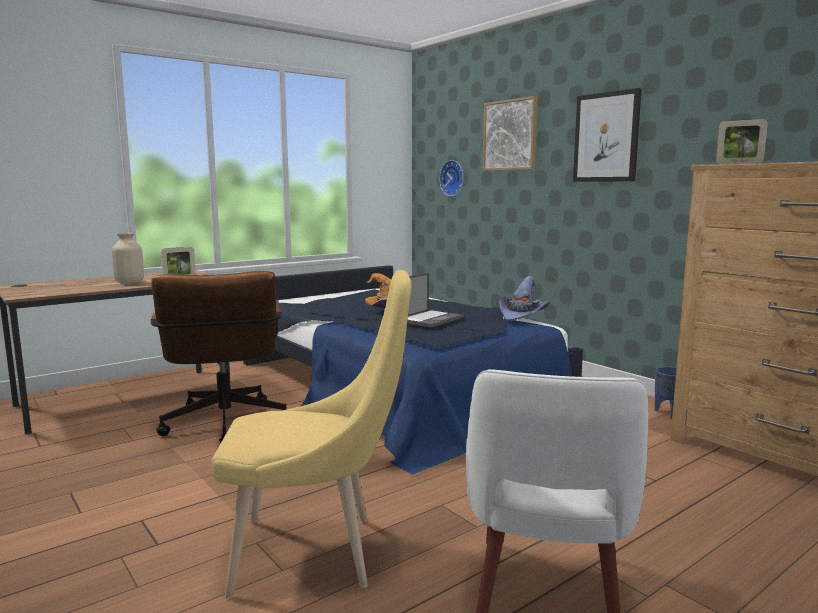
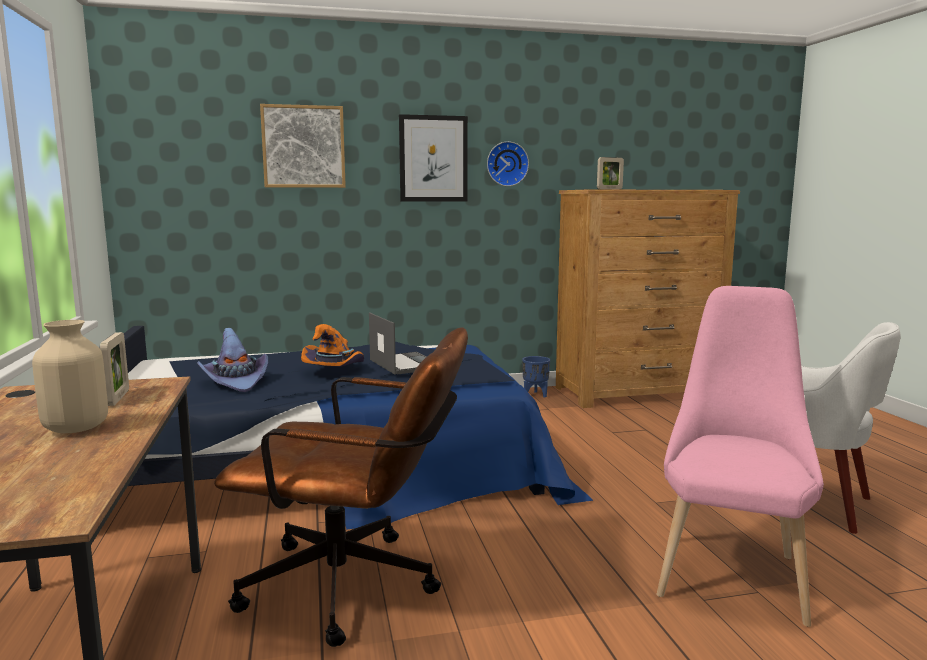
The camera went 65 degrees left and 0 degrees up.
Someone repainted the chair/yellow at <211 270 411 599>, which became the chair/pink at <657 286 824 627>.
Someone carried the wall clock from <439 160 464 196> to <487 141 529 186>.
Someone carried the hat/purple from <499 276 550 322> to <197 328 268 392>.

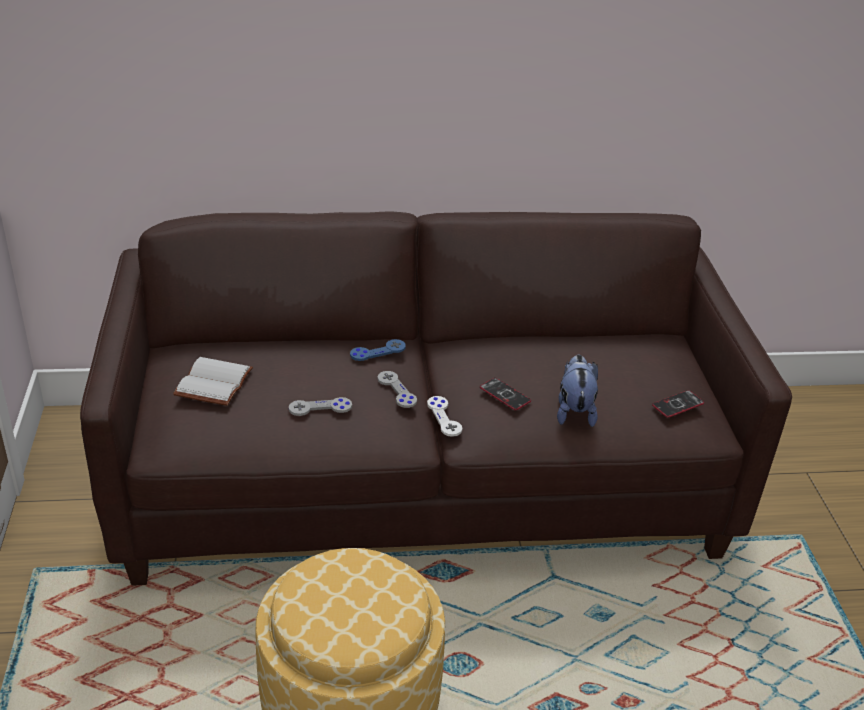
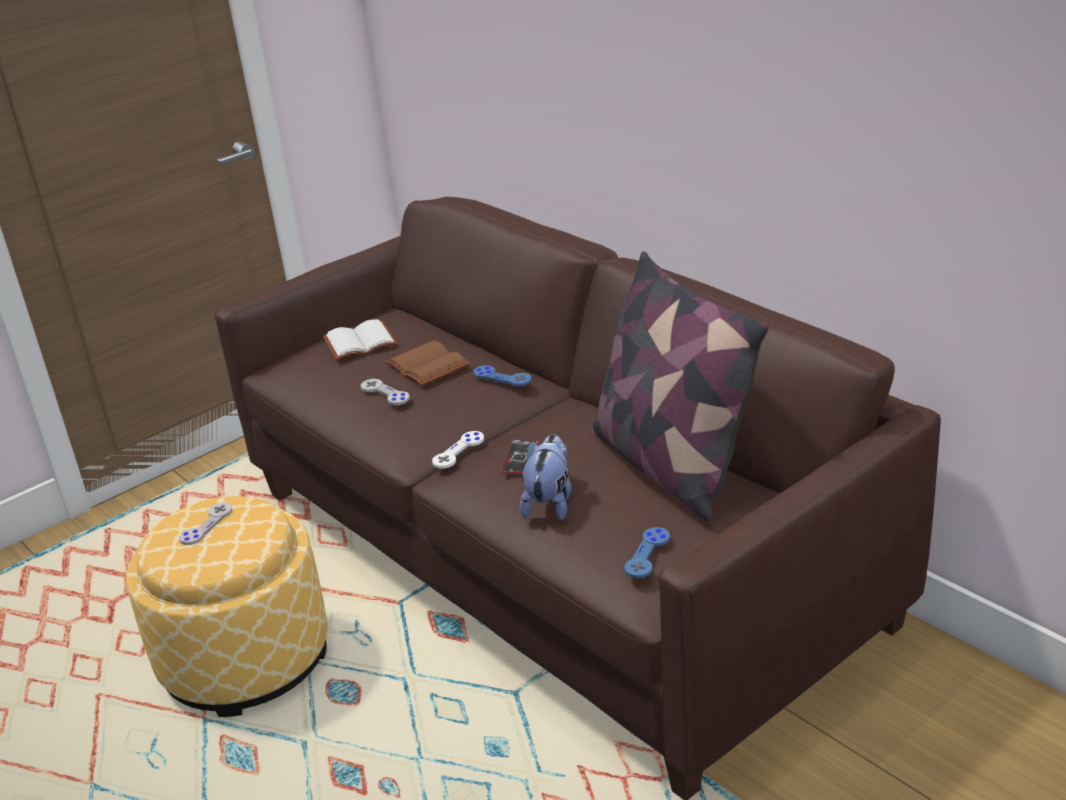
The camera went 60 degrees right and 5 degrees down.
Someone carried the game controller/grey from <377 371 417 408> to <179 502 232 545>.
Someone rotated the plush toy at <557 355 598 427> by 45 degrees counterclockwise.
Someone swapped the phone at <652 390 704 418> for the game controller/blue at <624 527 670 578>.
Someone put down the book/brown at <385 340 470 386>.
Someone put down the pillow at <592 251 769 521>.

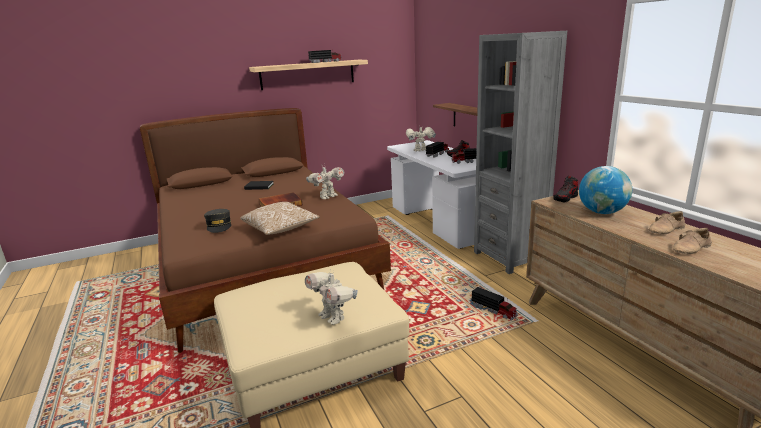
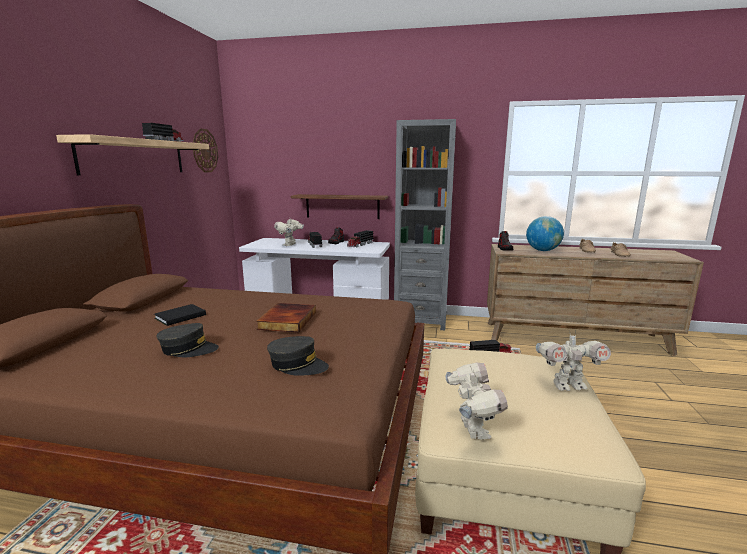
The camera went 55 degrees left and 5 degrees down.
Someone took away the pillow at <240 202 320 235>.
Someone carried the toy robot from <306 164 344 199> to <446 363 508 439>.
Someone put down the cap/grey at <157 323 219 357>.
Someone put up the wall clock at <193 128 218 172>.

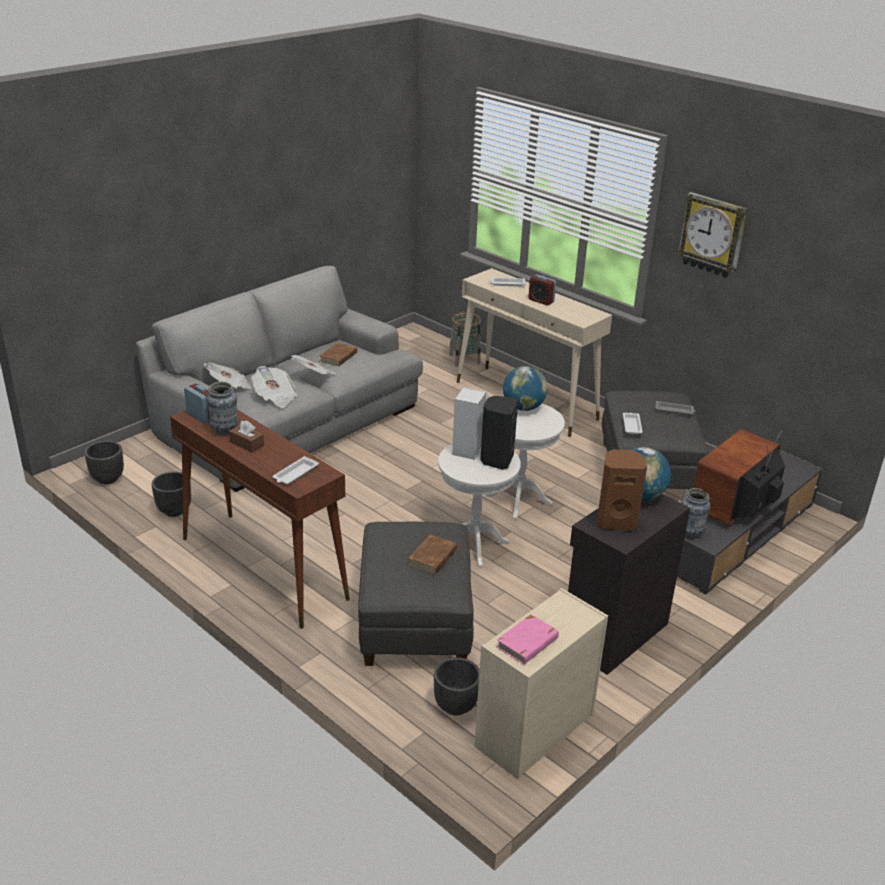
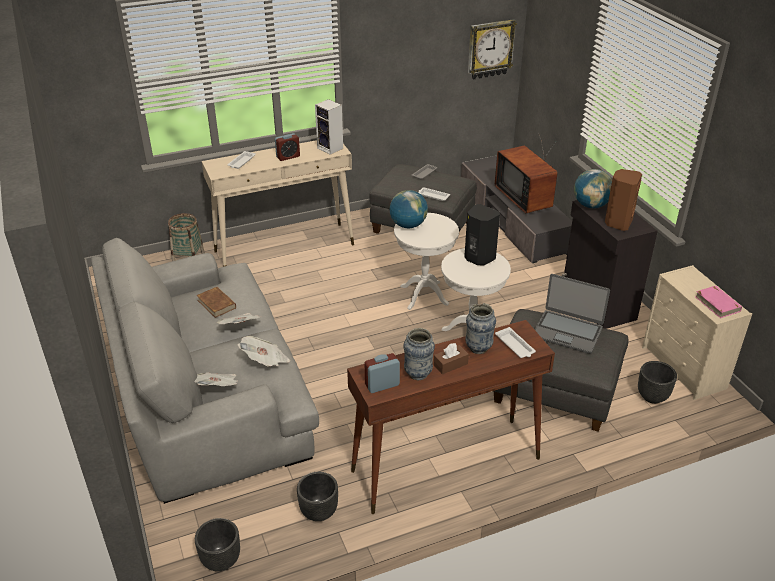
The camera went 65 degrees left and 5 degrees up.
Someone swapped the book/brown at <408 534 457 575> for the laptop at <535 274 610 354>.
Someone carried the speaker from <452 387 486 460> to <315 99 343 155>.
Someone carried the wall clock from <677 192 748 278> to <468 19 517 79>.
Someone carried the vase from <681 488 711 538> to <465 303 496 354>.

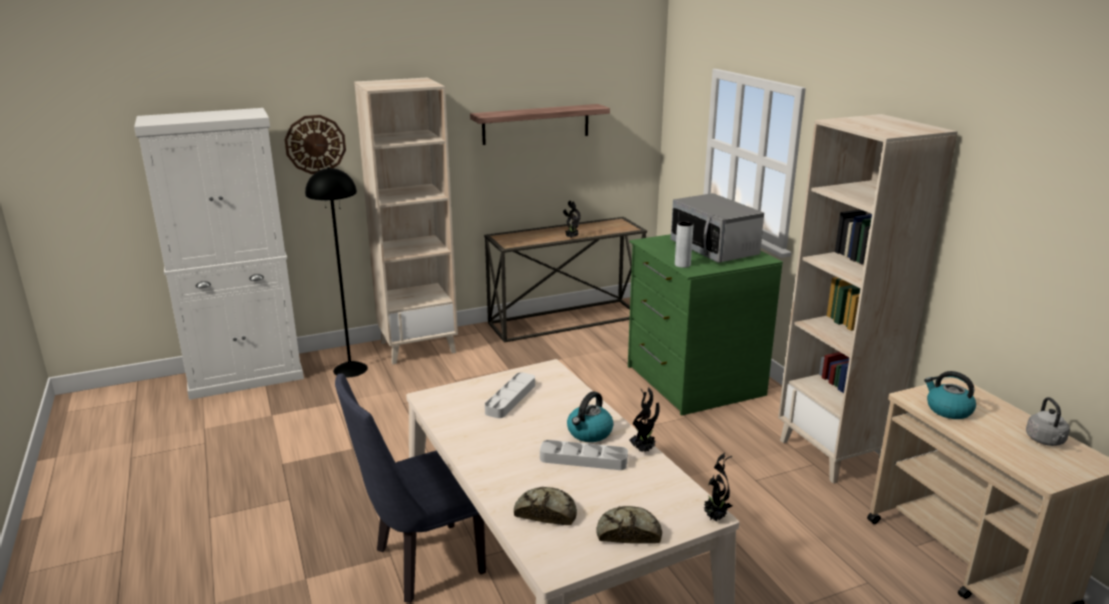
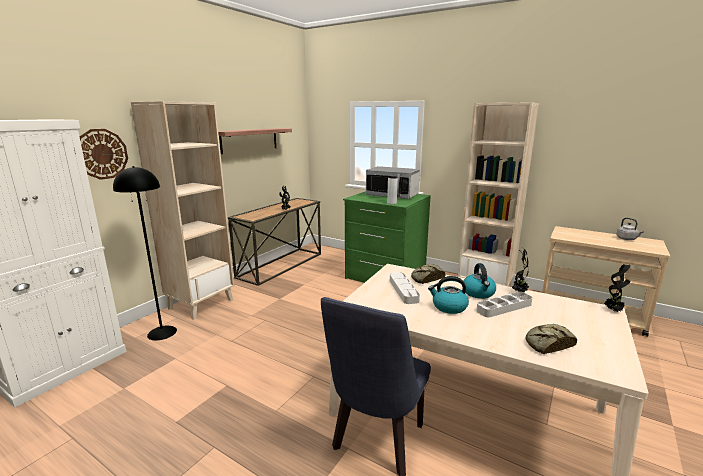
The camera went 35 degrees left and 5 degrees down.
Someone carried the bread from <596 506 662 544> to <411 264 445 284>.
Someone carried the kettle from <924 371 976 419> to <428 276 469 314>.

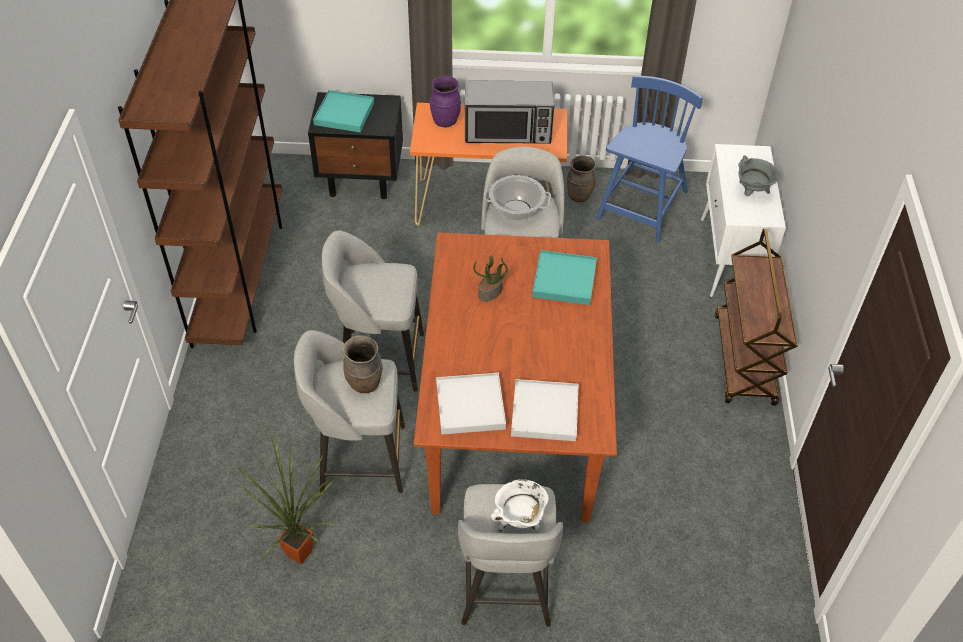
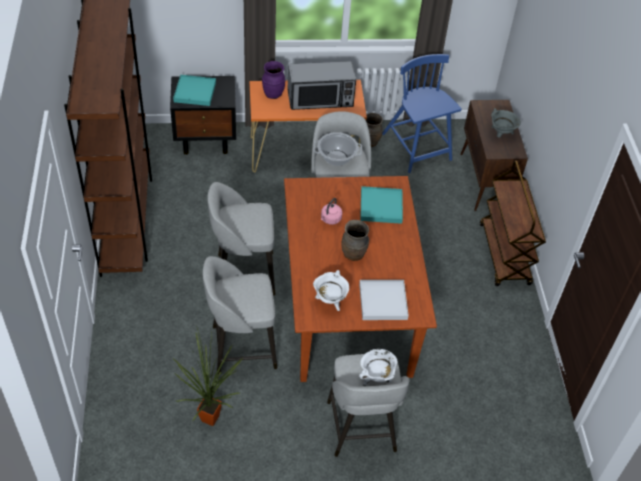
The camera went 10 degrees left and 0 degrees up.
Someone carried the vase/brown from <343 335 383 393> to <341 220 369 261>.
Someone swapped the tray/white at <436 373 506 435> for the cooking pot/white at <313 270 349 311>.
Someone swapped the potted plant at <473 255 508 302> for the kettle/pink at <321 198 342 225>.
Someone rotated the chair/blue at <596 75 703 242> by 45 degrees counterclockwise.
Someone repainted the cabinet/white at <701 144 786 297>, which became the cabinet/brown at <460 100 528 211>.

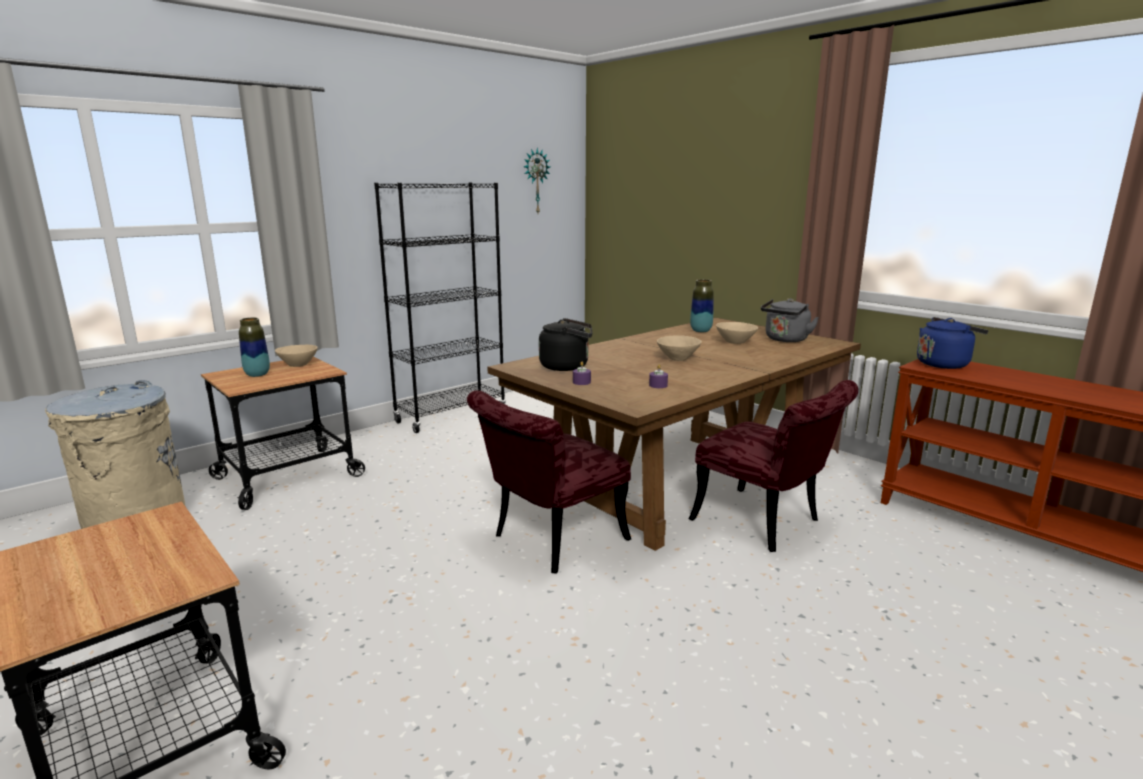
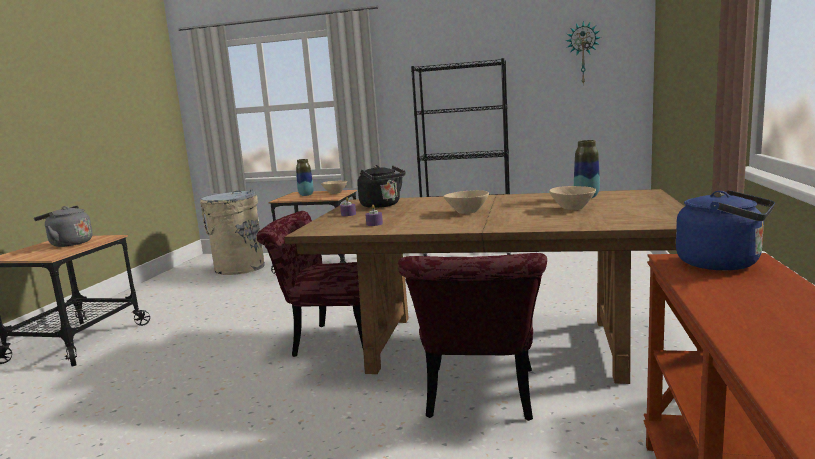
The camera went 55 degrees right and 5 degrees down.
Someone carried the kettle/grey from <761 298 819 342> to <34 206 93 247>.

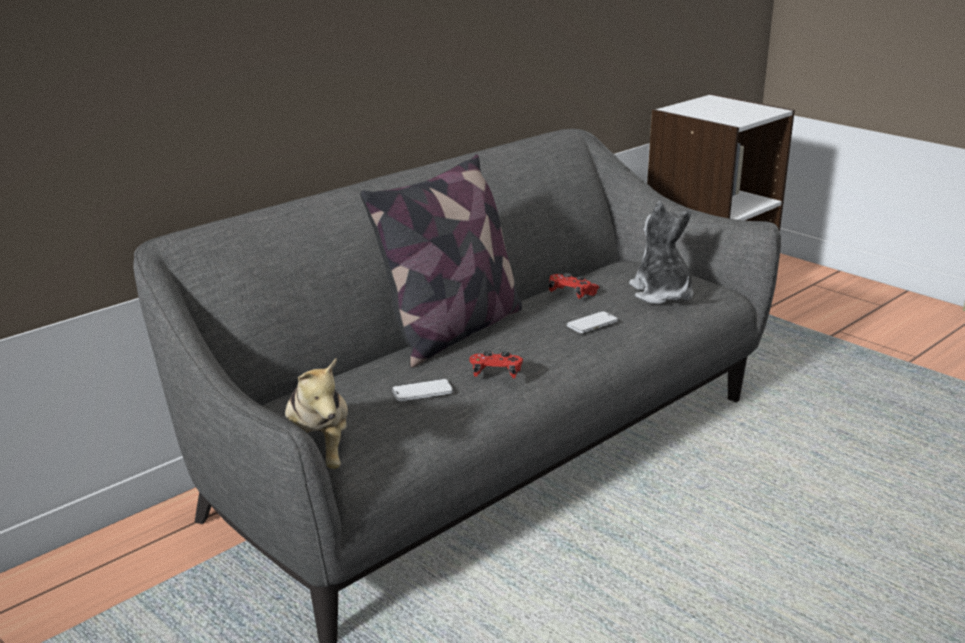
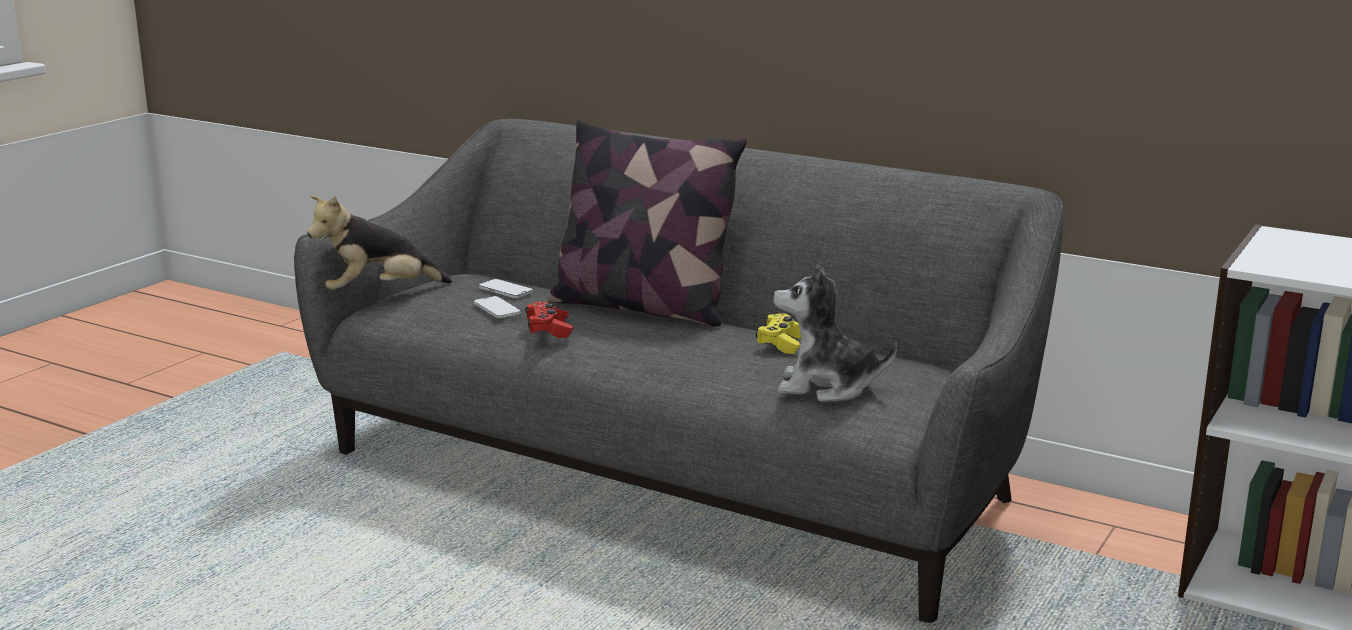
The camera went 75 degrees right and 5 degrees down.
Someone repainted the game controller/red at <549 273 599 299>, which became the game controller/yellow at <756 313 801 354>.
Someone carried the phone from <567 311 618 333> to <479 279 533 298>.
Someone rotated the plush toy at <629 201 694 304> by 135 degrees counterclockwise.

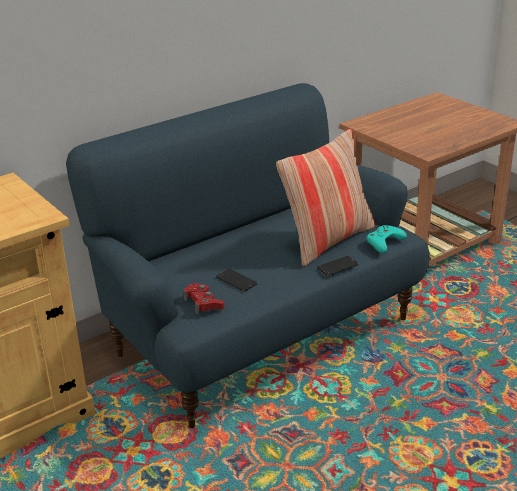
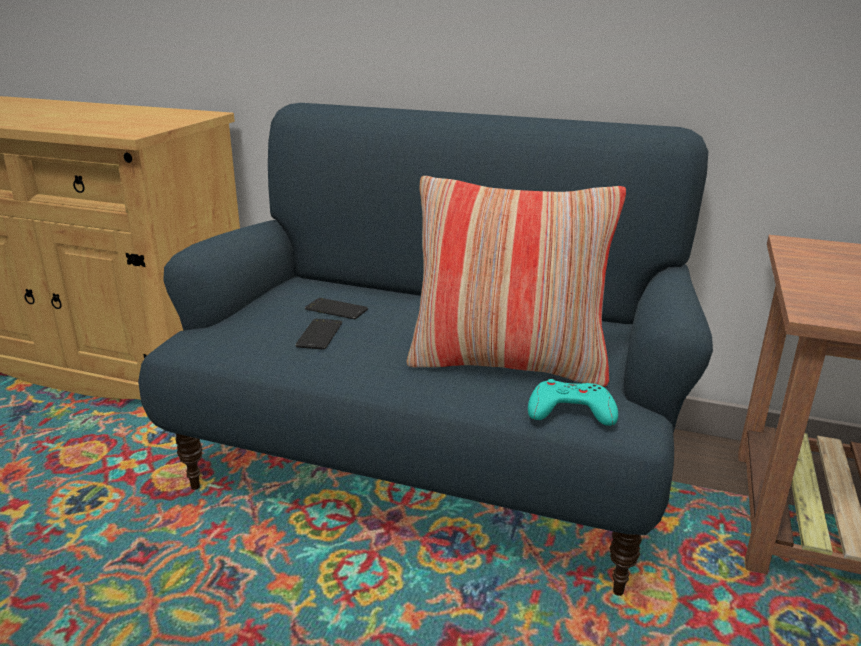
The camera went 55 degrees right and 5 degrees down.
Someone took away the game controller/red at <183 283 224 314>.
Someone carried the phone from <317 256 359 276> to <305 298 368 319>.

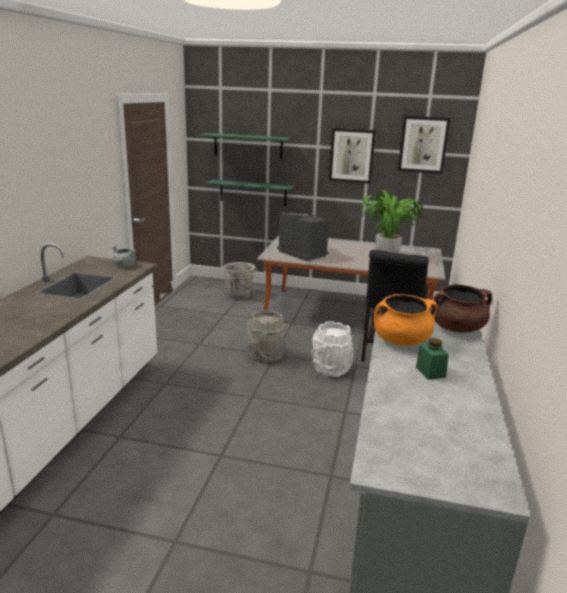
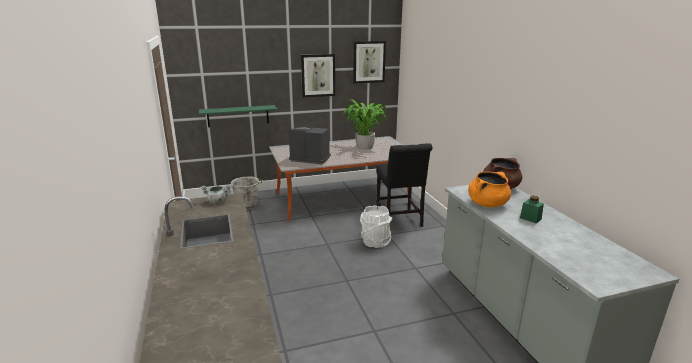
The camera went 30 degrees left and 0 degrees up.
Someone took away the shelf/green at <199 133 291 160>.
Someone took away the bucket/grey at <247 310 287 363>.

